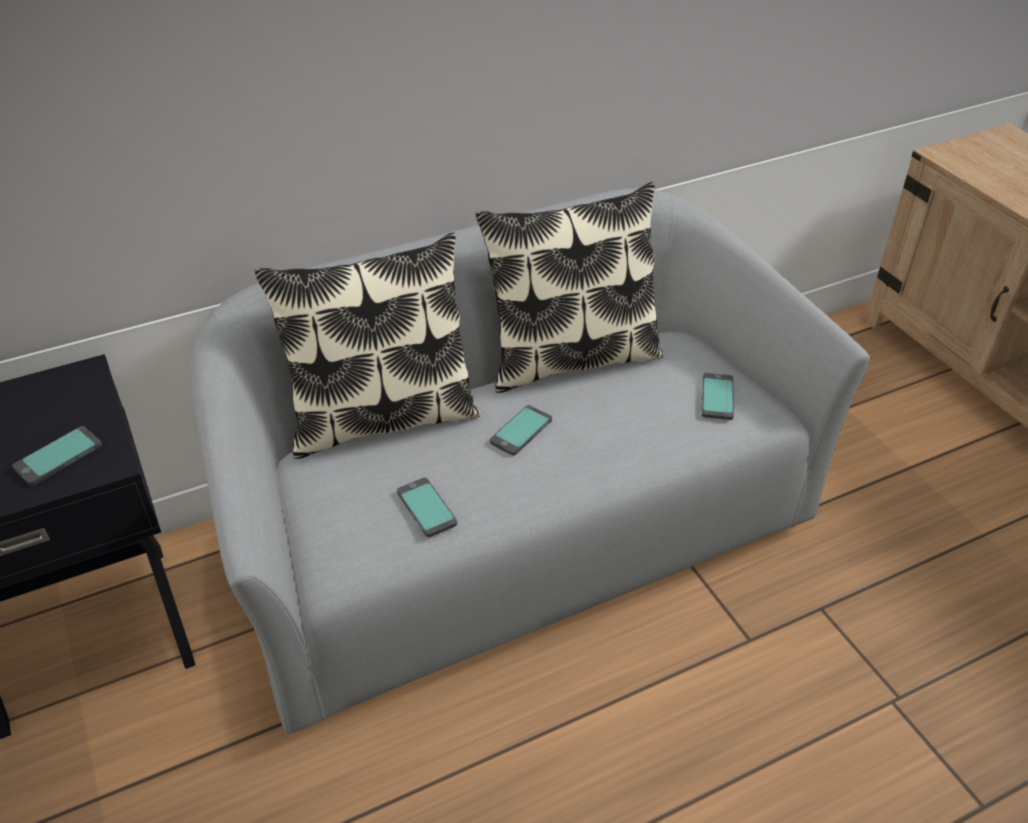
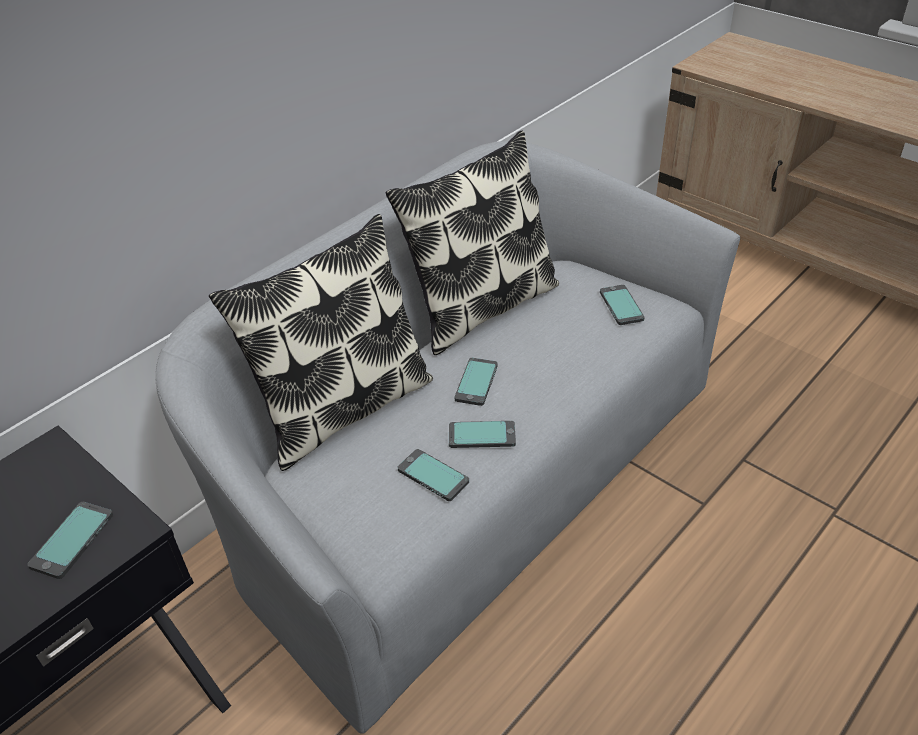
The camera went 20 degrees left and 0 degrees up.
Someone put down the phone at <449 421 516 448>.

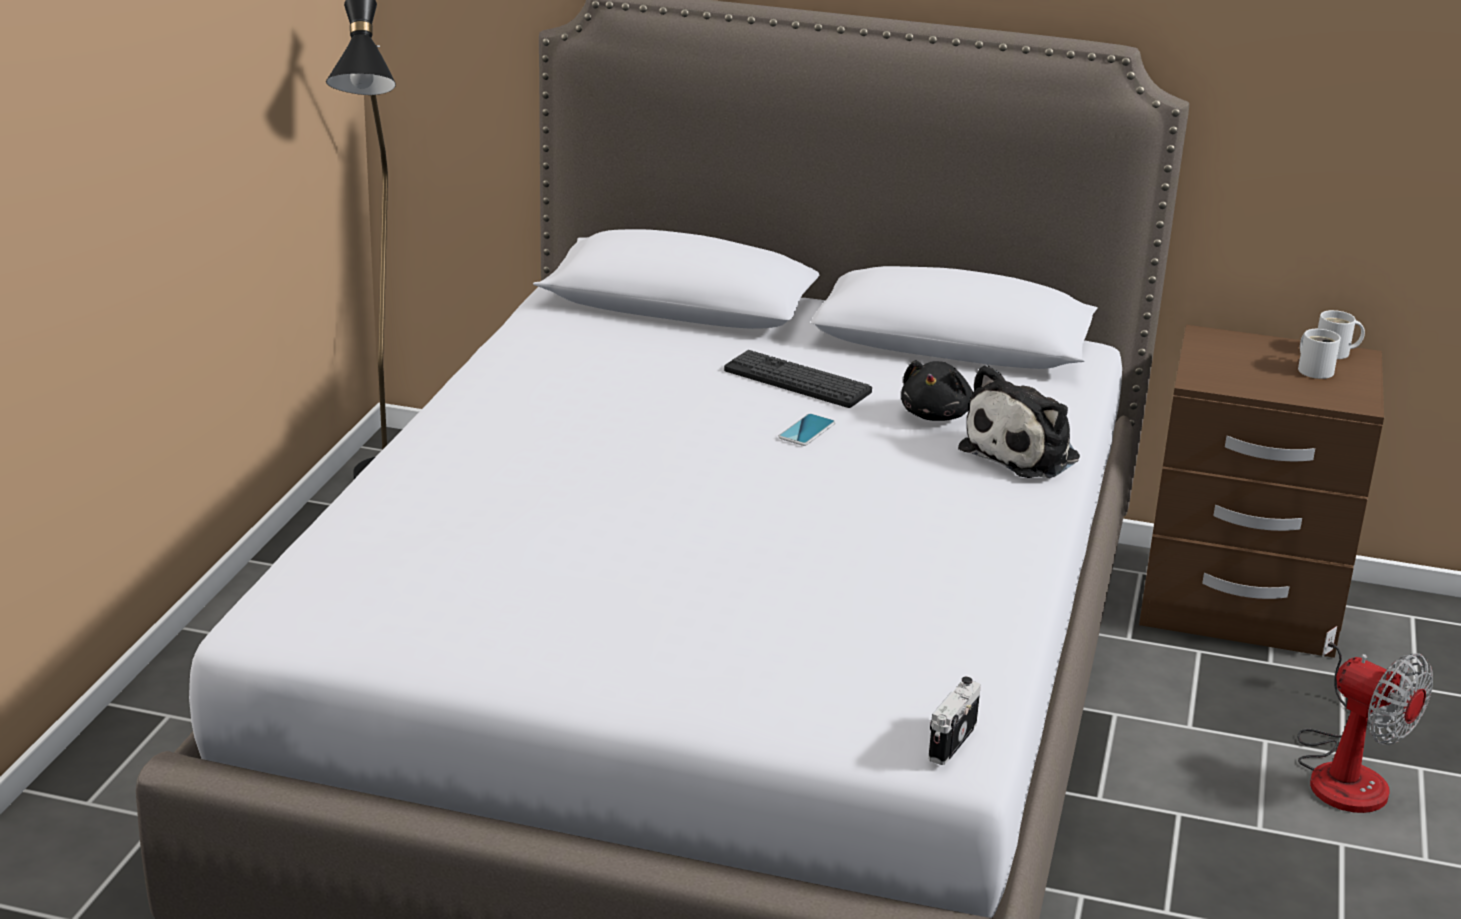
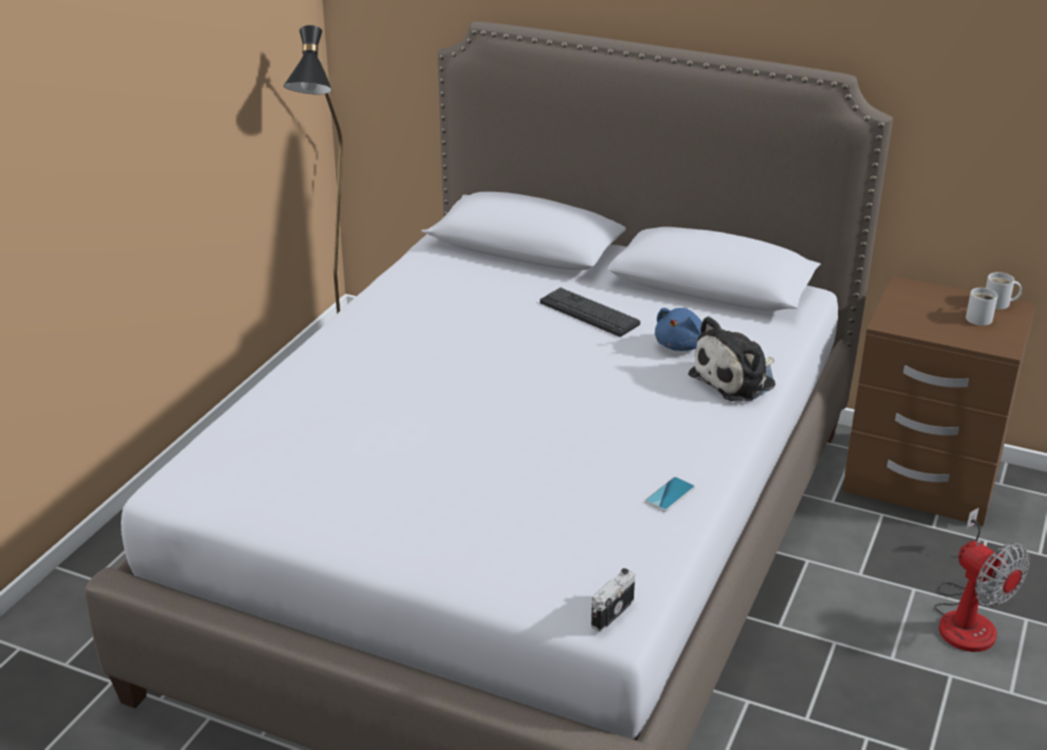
The camera went 10 degrees right and 5 degrees up.
Someone carried the phone from <778 414 836 446> to <645 477 695 512>.
Someone repainted the plush toy/black at <901 361 973 421>, which became the plush toy/blue at <655 308 702 351>.

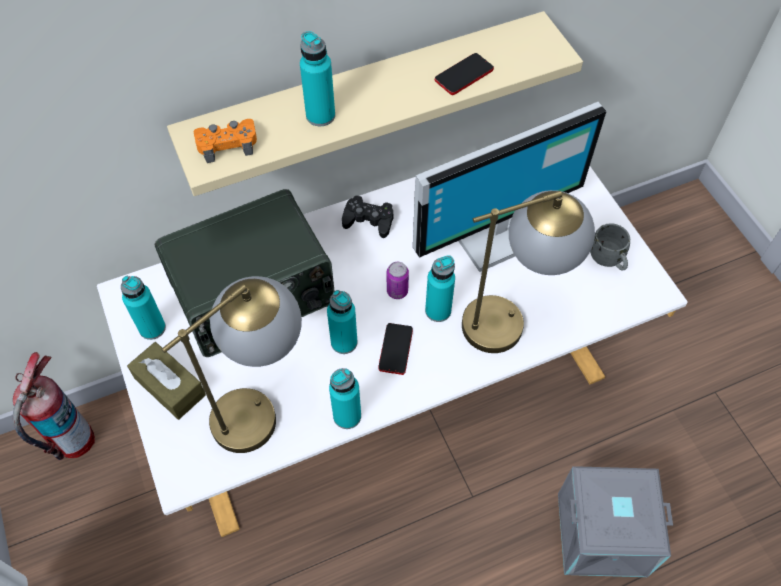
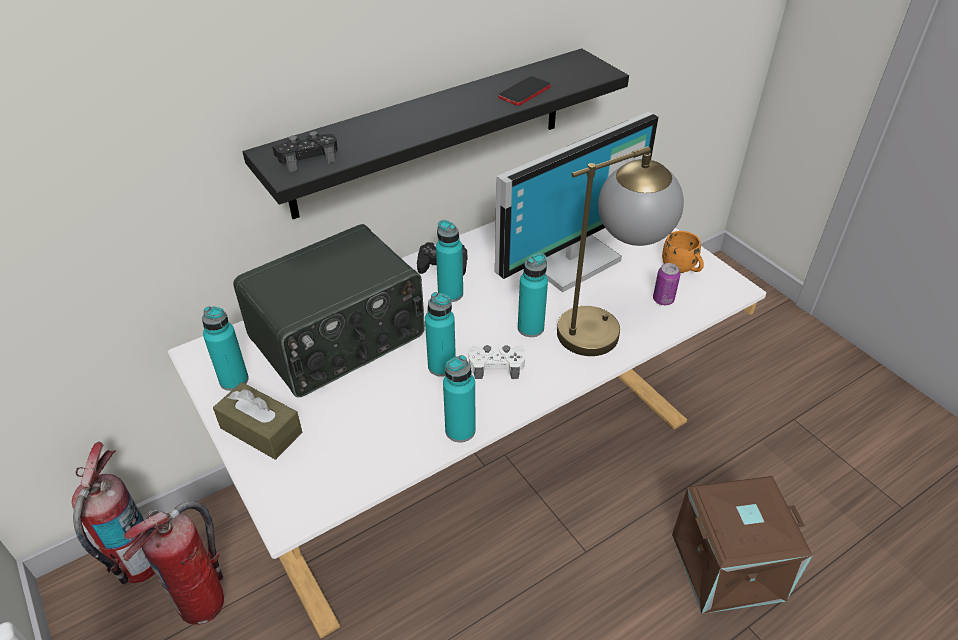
The camera went 10 degrees left and 15 degrees down.
Someone took away the table lamp at <161 276 302 453>.
Someone repainted the shelf/beige at <167 11 583 196>, which became the shelf/black at <243 48 629 219>.
Someone repainted the game controller/orange at <194 119 257 163>, which became the game controller/black at <272 131 338 172>.
Someone carried the bottle/turquoise from <300 31 335 126> to <436 220 463 302>.
Someone swapped the phone at <378 323 413 375> for the game controller/white at <469 345 525 379>.
Someone carried the can from <387 262 409 299> to <653 263 680 305>.
Someone repainted the storage box/grey at <558 466 673 577>, which became the storage box/brown at <672 476 813 614>.
Someone repainted the mug/grey at <590 223 630 271>, which became the mug/orange at <662 231 704 273>.
Someone put down the fire extinguisher at <122 501 224 625>.

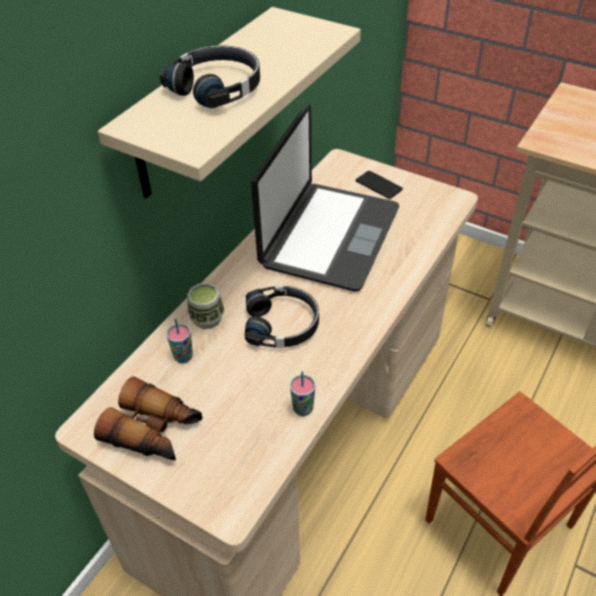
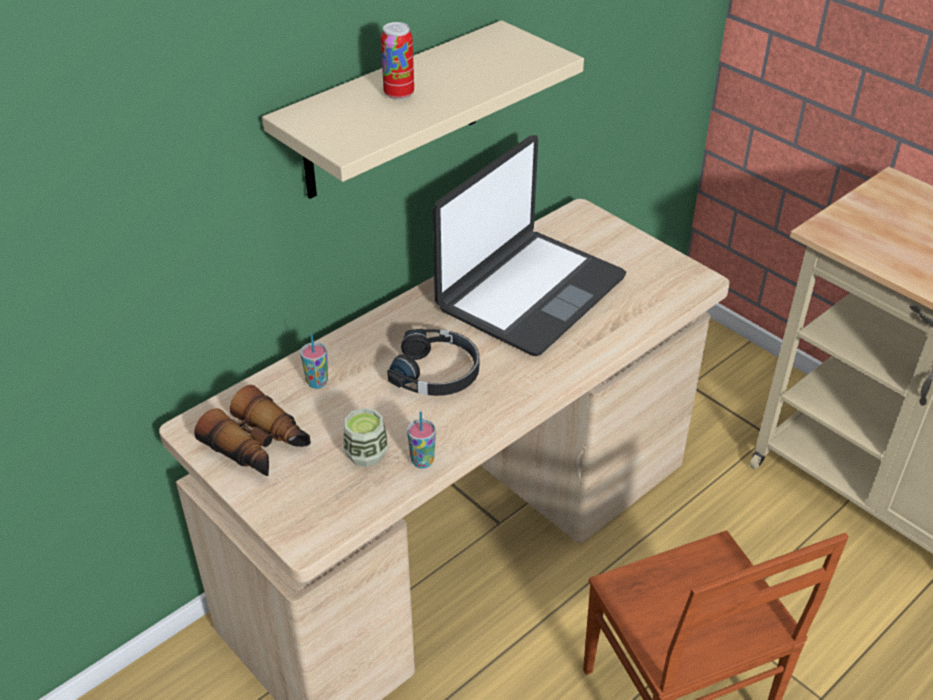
The camera went 15 degrees right and 5 degrees down.
Someone swapped the headphones/black at <160 45 260 108> for the can at <381 22 414 100>.
Someone carried the cup from <187 283 225 329> to <344 408 388 467>.
Someone took away the phone at <355 171 403 199>.

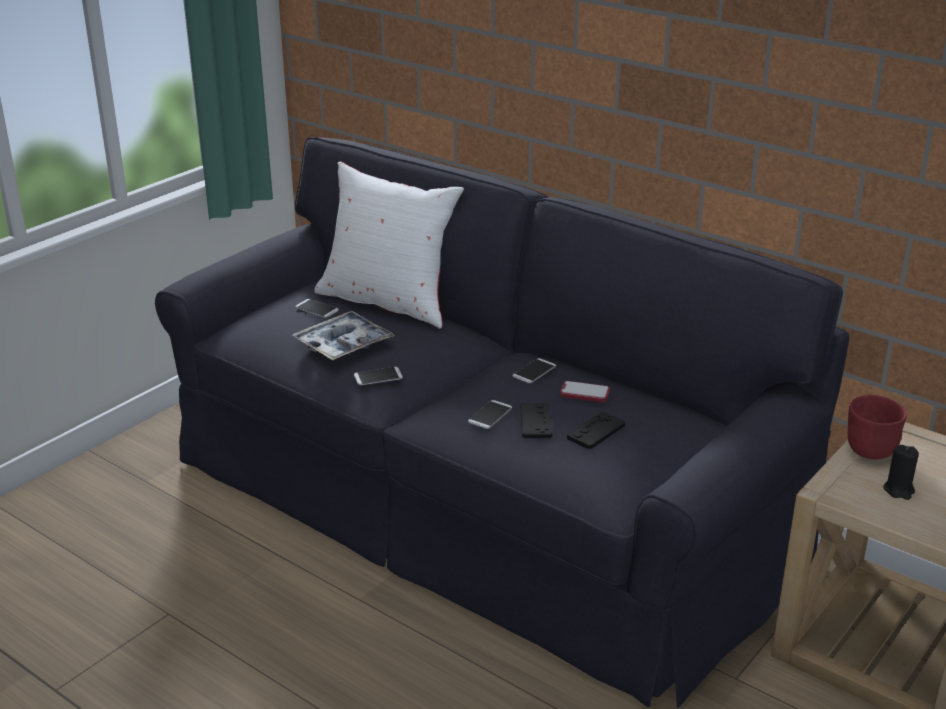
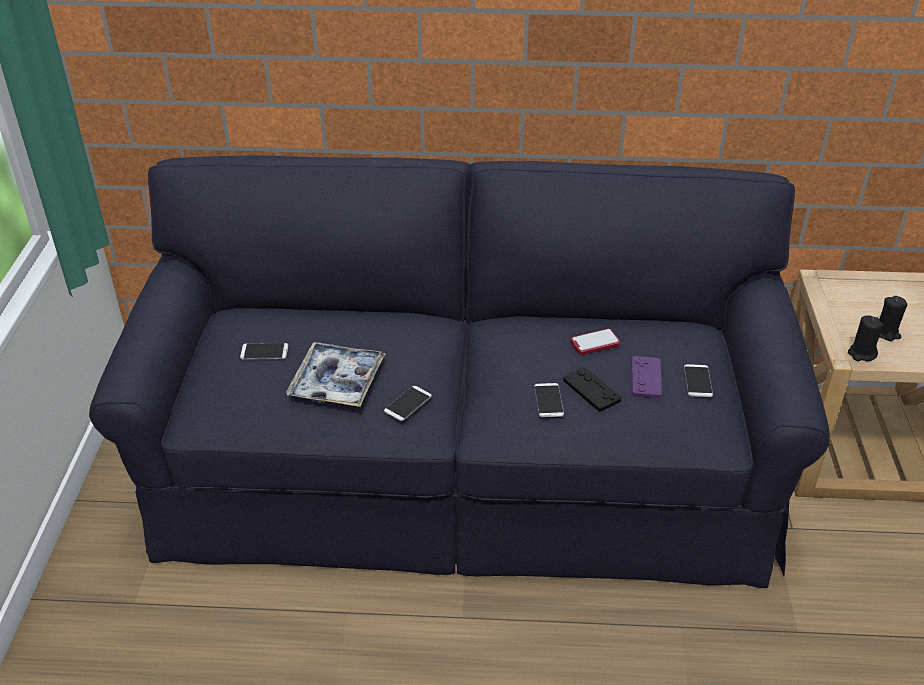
The camera went 35 degrees left and 10 degrees up.
Someone took away the pillow/white at <314 162 464 329>.
Someone carried the phone from <513 358 556 383> to <684 364 713 397>.
Someone repainted the game controller/black at <567 412 625 449>, which became the game controller/purple at <632 356 662 398>.
Someone took away the bowl/red at <847 395 907 459>.
Someone put down the candle/black at <848 315 884 361>.

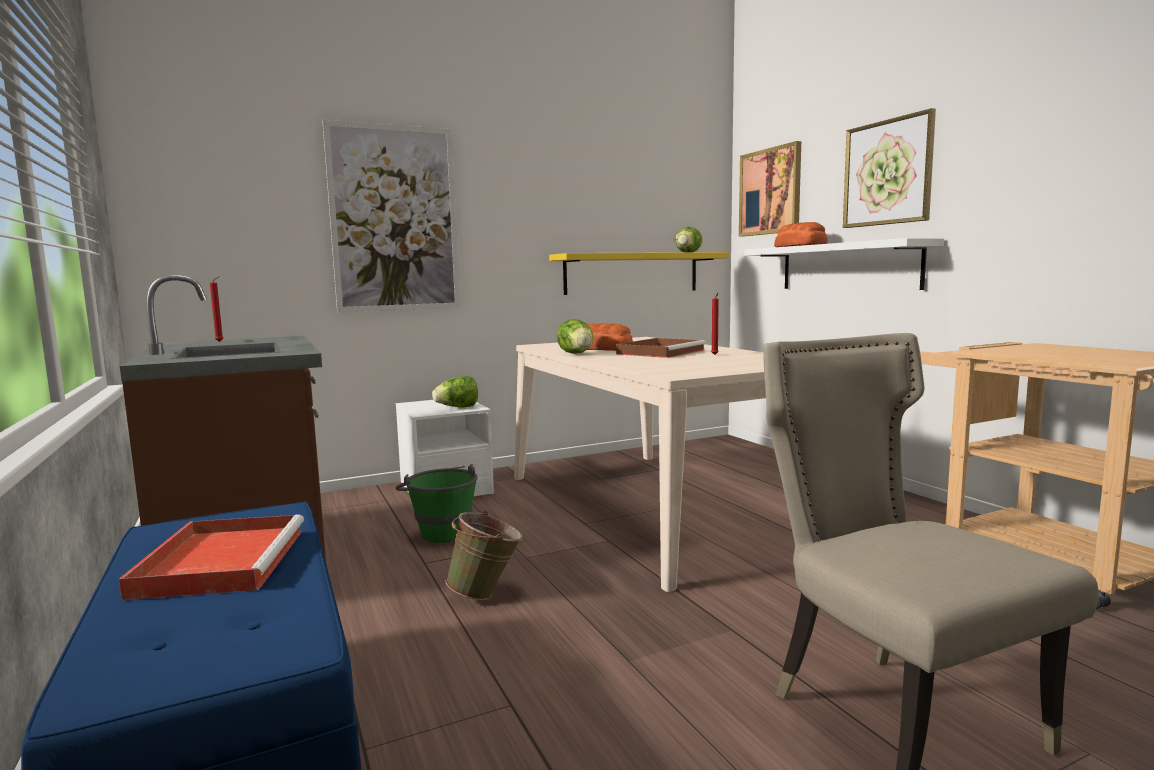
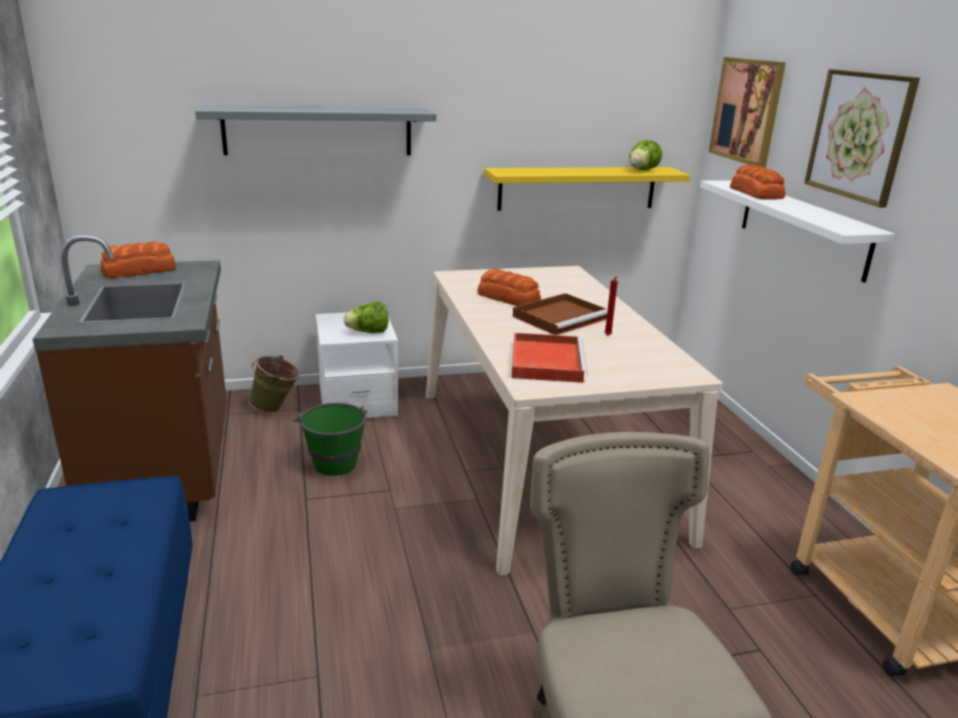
The camera went 10 degrees right and 15 degrees up.
Someone carried the tray/red from <119 514 304 600> to <511 333 588 383>.
Someone swapped the candle/red at <210 276 223 342> for the bread at <100 242 176 278>.
Someone swapped the picture at <322 120 460 313> for the shelf/grey at <195 105 436 155>.
Someone carried the bucket/green from <446 510 523 600> to <249 355 300 413>.
Someone took away the lettuce at <557 319 593 354>.

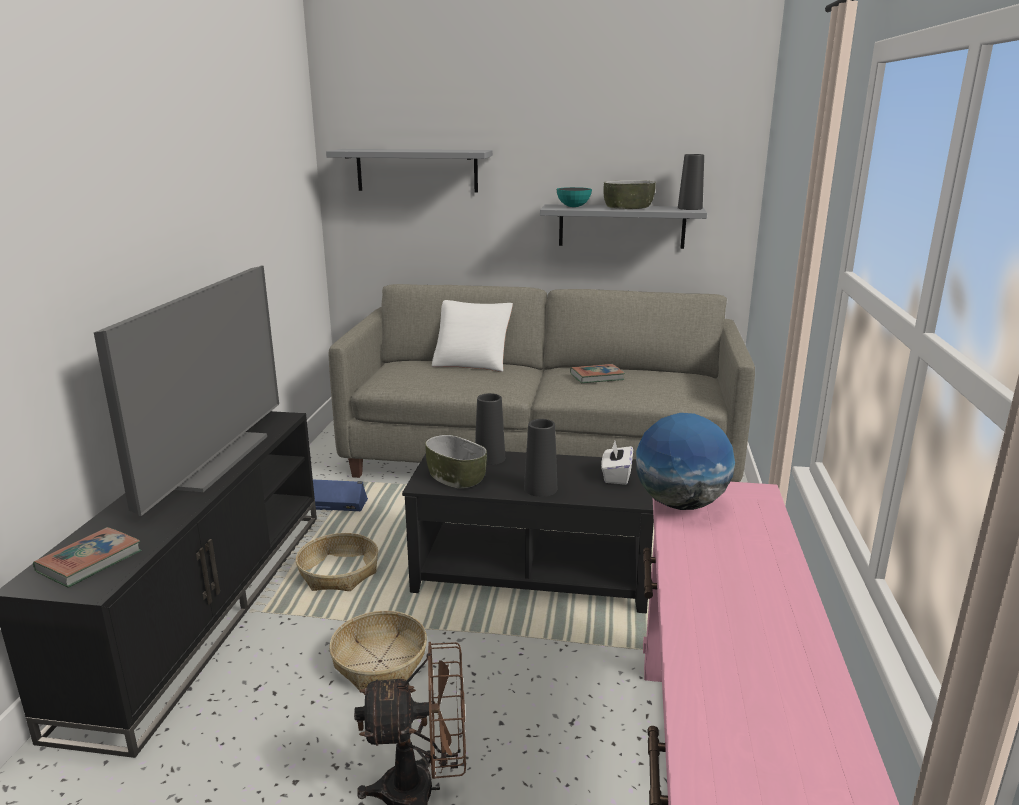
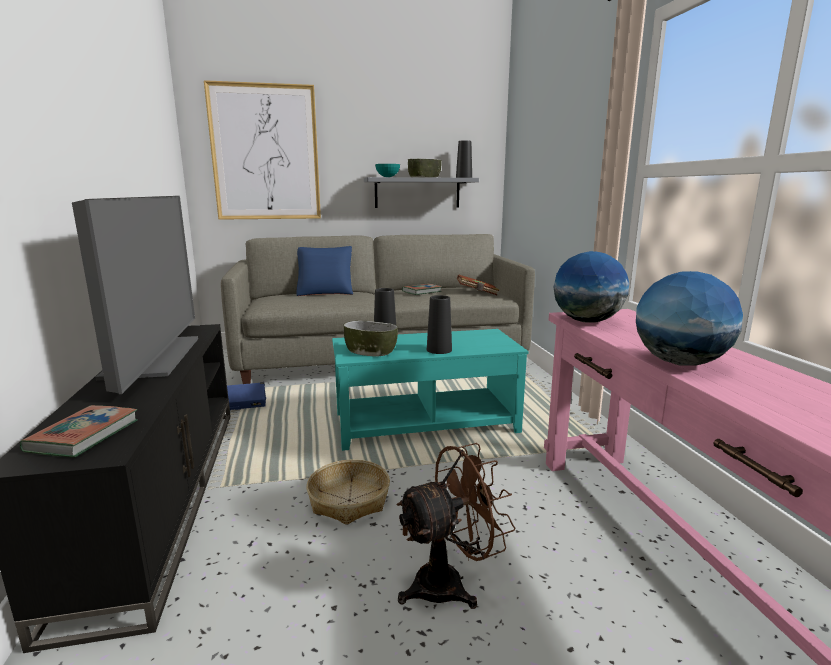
The camera went 20 degrees left and 5 degrees down.
Someone took away the basket at <296 533 378 591>.
Someone swapped the shelf/grey at <326 149 493 193> for the picture at <204 80 321 220>.
Someone repainted the coffee table/black at <402 451 654 613>, which became the coffee table/turquoise at <332 329 529 451>.
Someone repainted the pillow/white at <432 300 513 372>, which became the pillow/blue at <297 246 353 296>.
Someone took away the tissue box/white at <601 441 633 485>.
Someone put down the book/brown at <457 274 499 295>.
Someone put down the globe at <636 271 743 366>.

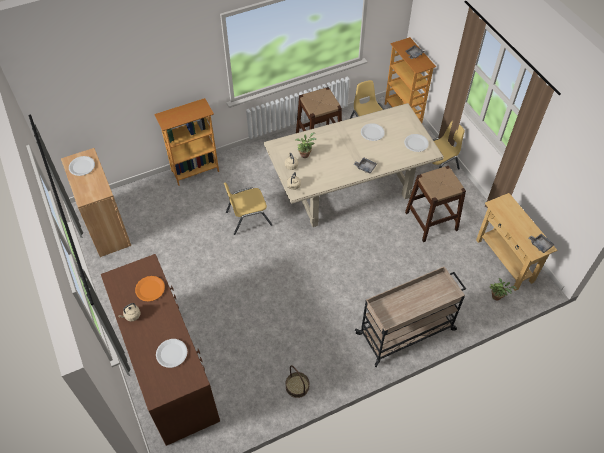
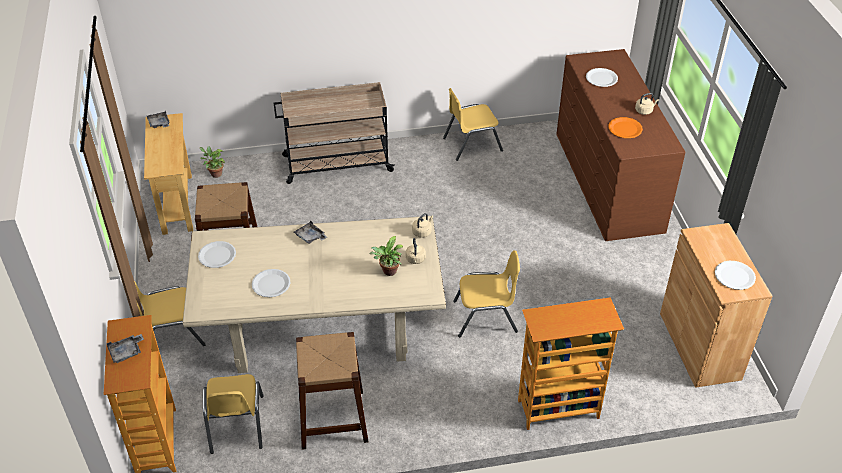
The camera went 165 degrees left and 10 degrees down.
Someone swapped the basket at <285 365 309 398> for the chair/yellow at <443 88 503 161>.

